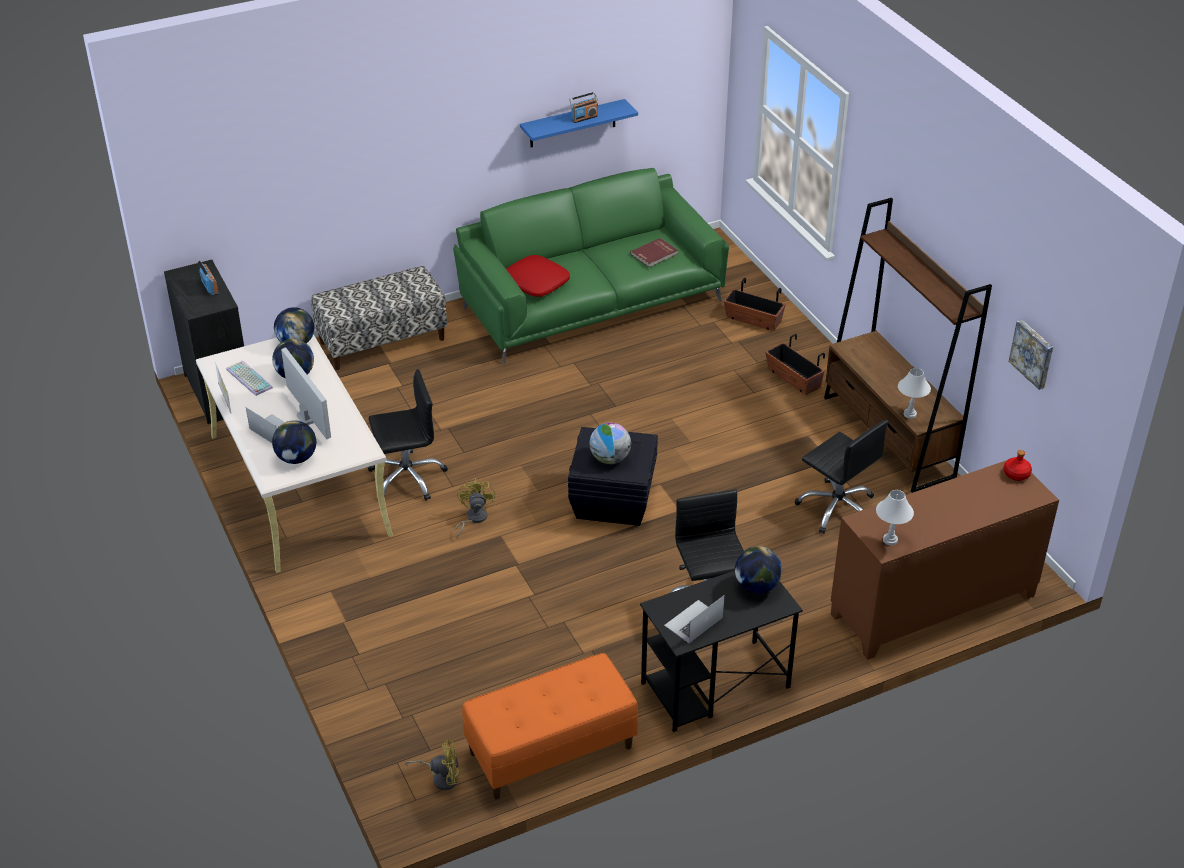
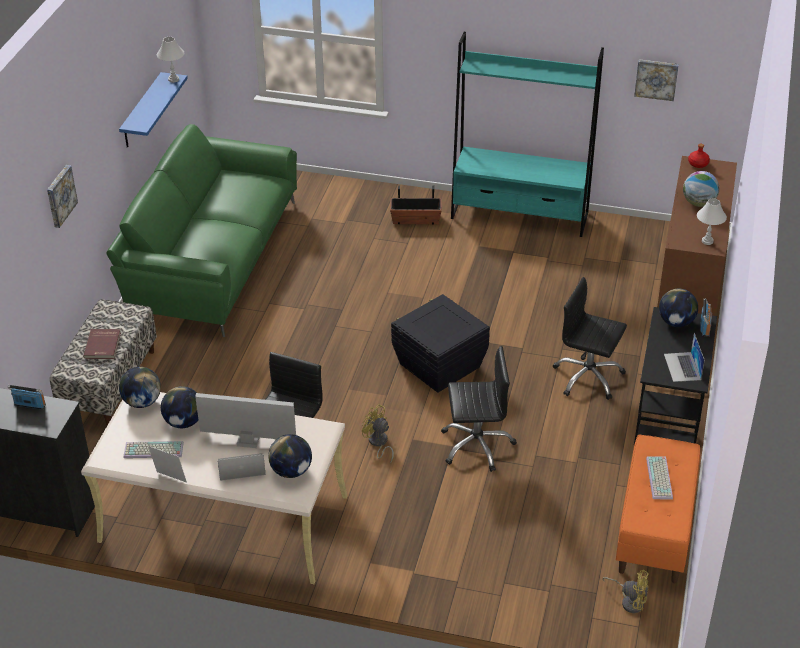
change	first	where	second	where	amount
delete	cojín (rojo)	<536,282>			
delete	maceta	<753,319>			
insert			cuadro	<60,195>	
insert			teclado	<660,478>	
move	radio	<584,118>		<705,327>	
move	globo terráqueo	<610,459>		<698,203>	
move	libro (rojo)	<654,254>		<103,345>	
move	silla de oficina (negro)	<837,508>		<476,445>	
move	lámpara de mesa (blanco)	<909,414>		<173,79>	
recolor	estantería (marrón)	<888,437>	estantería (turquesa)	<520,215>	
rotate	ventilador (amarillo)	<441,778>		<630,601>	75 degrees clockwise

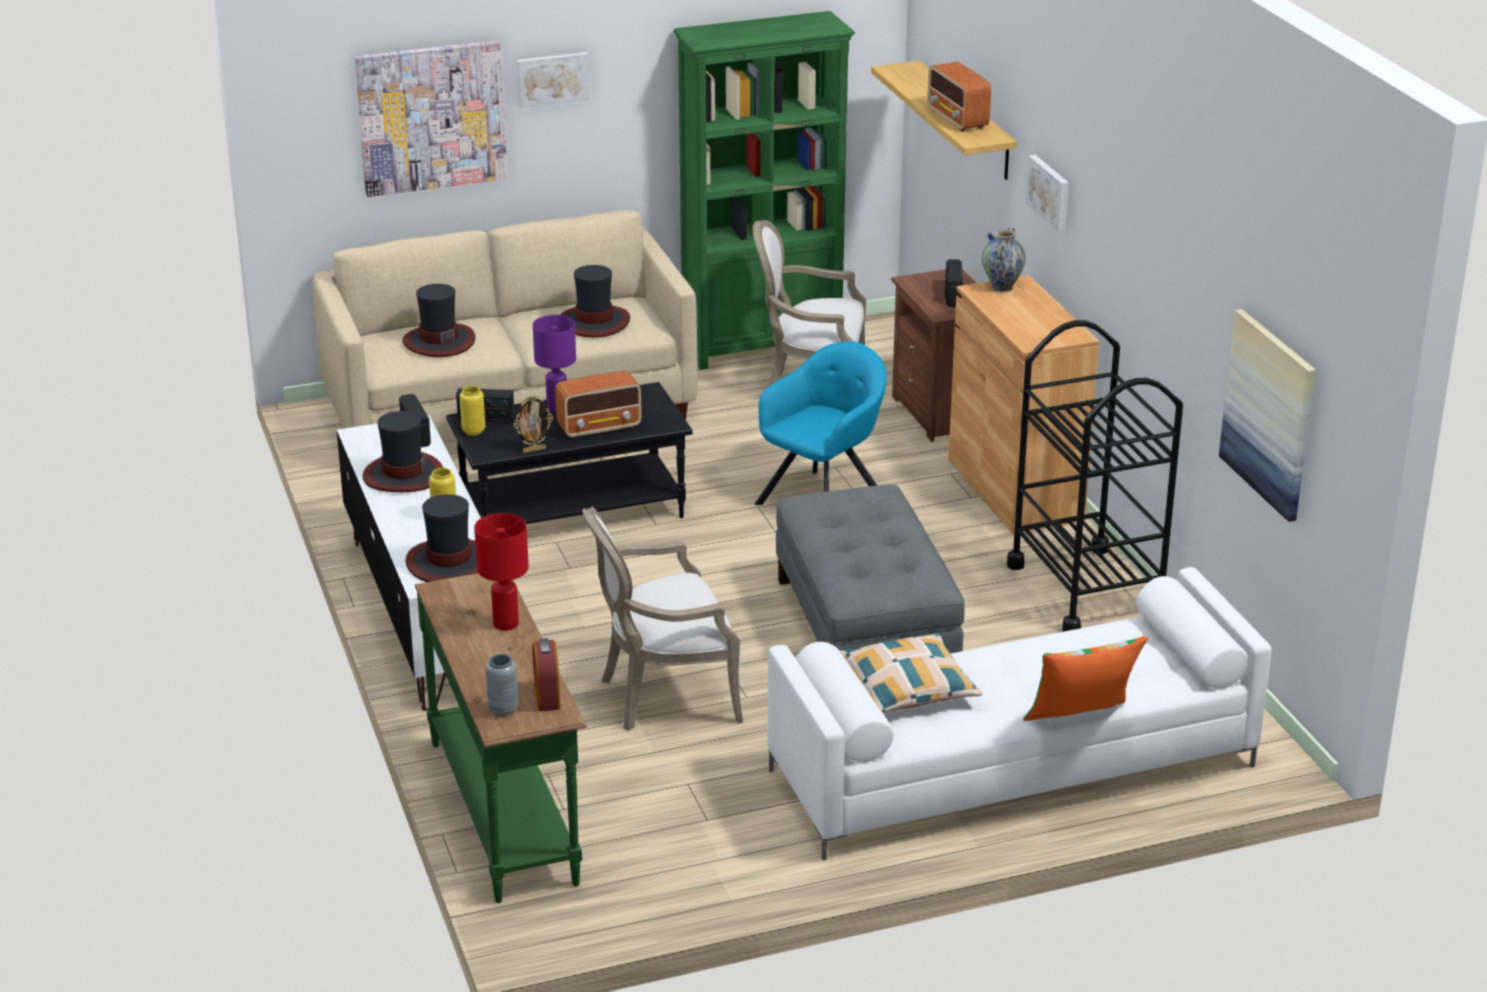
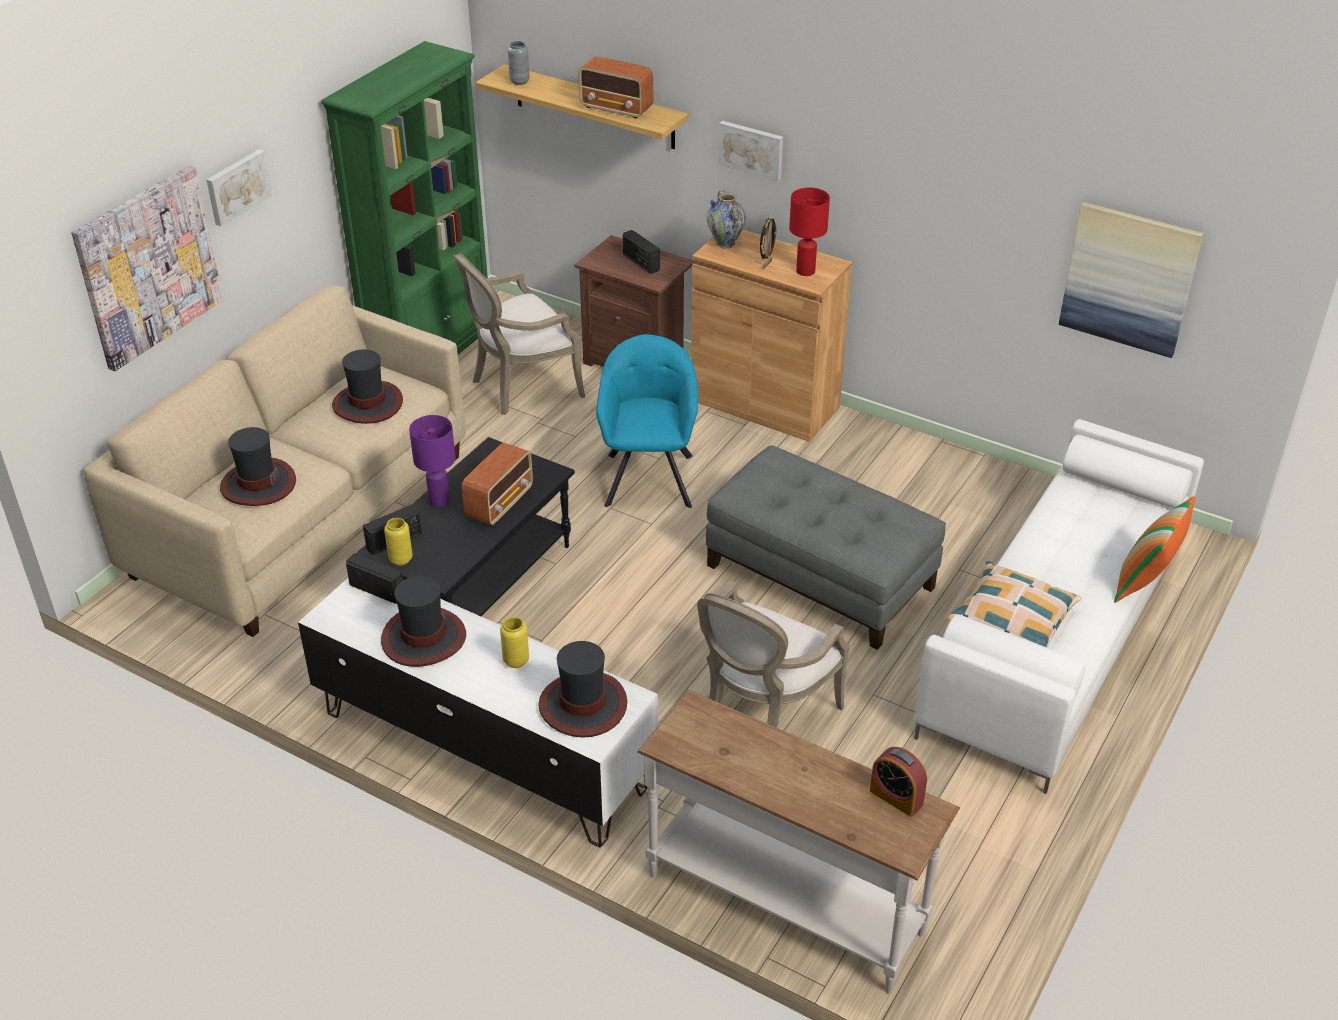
change	first	where	second	where	amount
delete	carrito (negro)	<1086,590>			
move	lámpara de mesa (rojo)	<506,623>		<805,271>	
move	florero (gris)	<503,709>		<519,81>	
move	portarretratos	<534,450>		<766,264>	
recolor	mesa consola (verde)	<506,811>	mesa consola (blanco)	<786,901>	

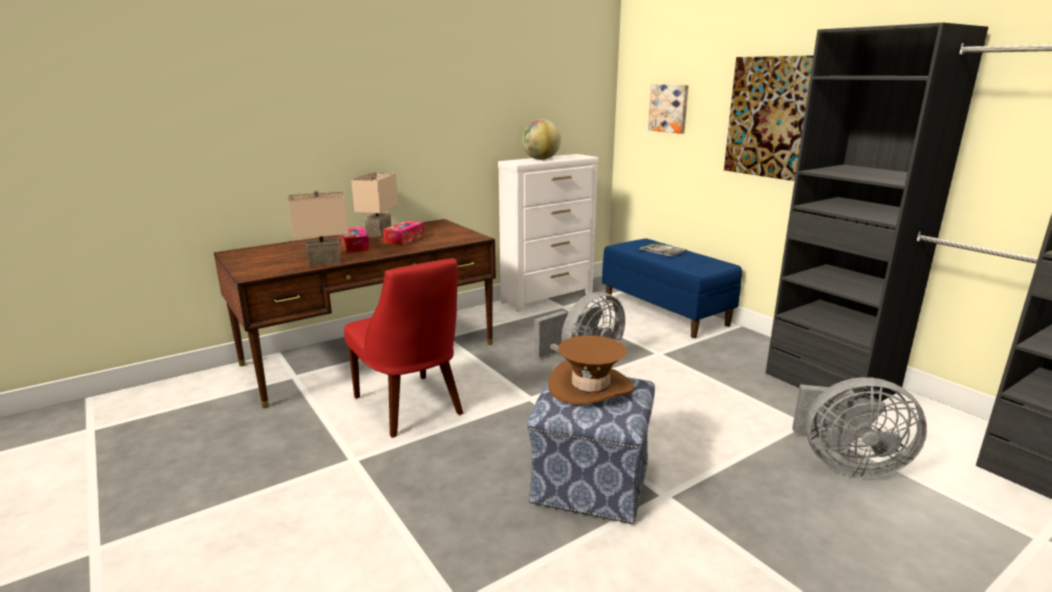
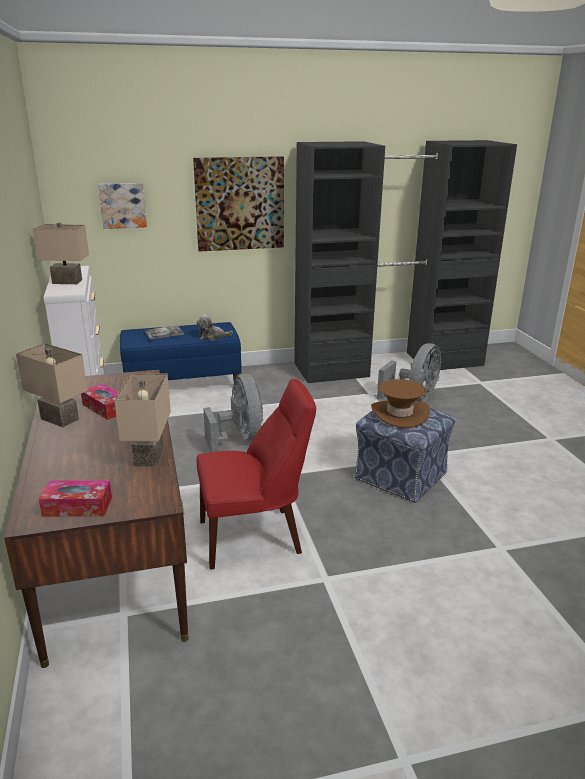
change	first	where	second	where	amount
insert			peluche	<212,337>	
move	caja de pañuelos	<355,246>		<77,506>	
replace	globo terráqueo	<541,159>	lámpara de mesa (beis)	<66,282>	

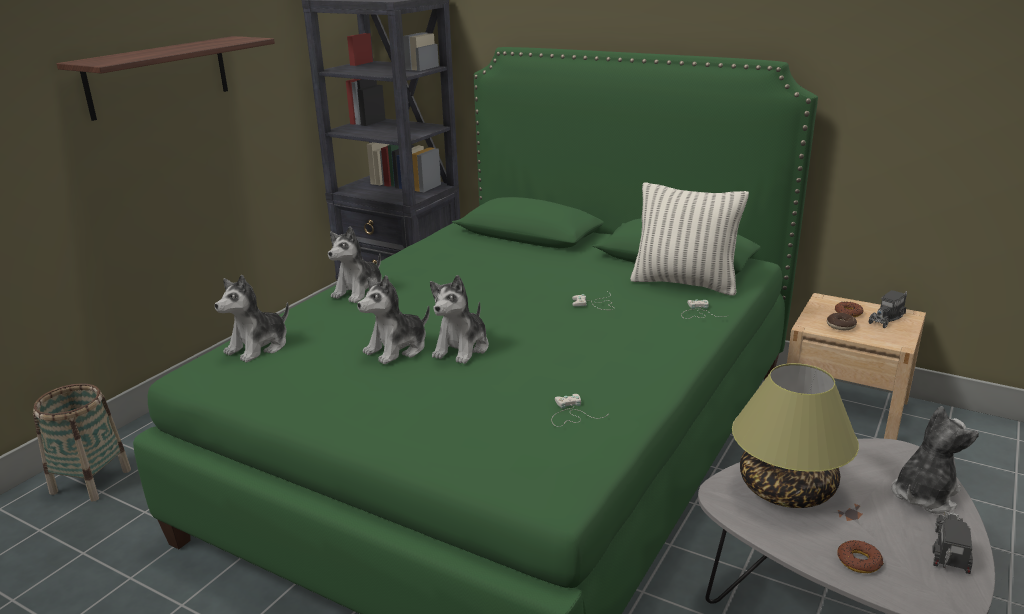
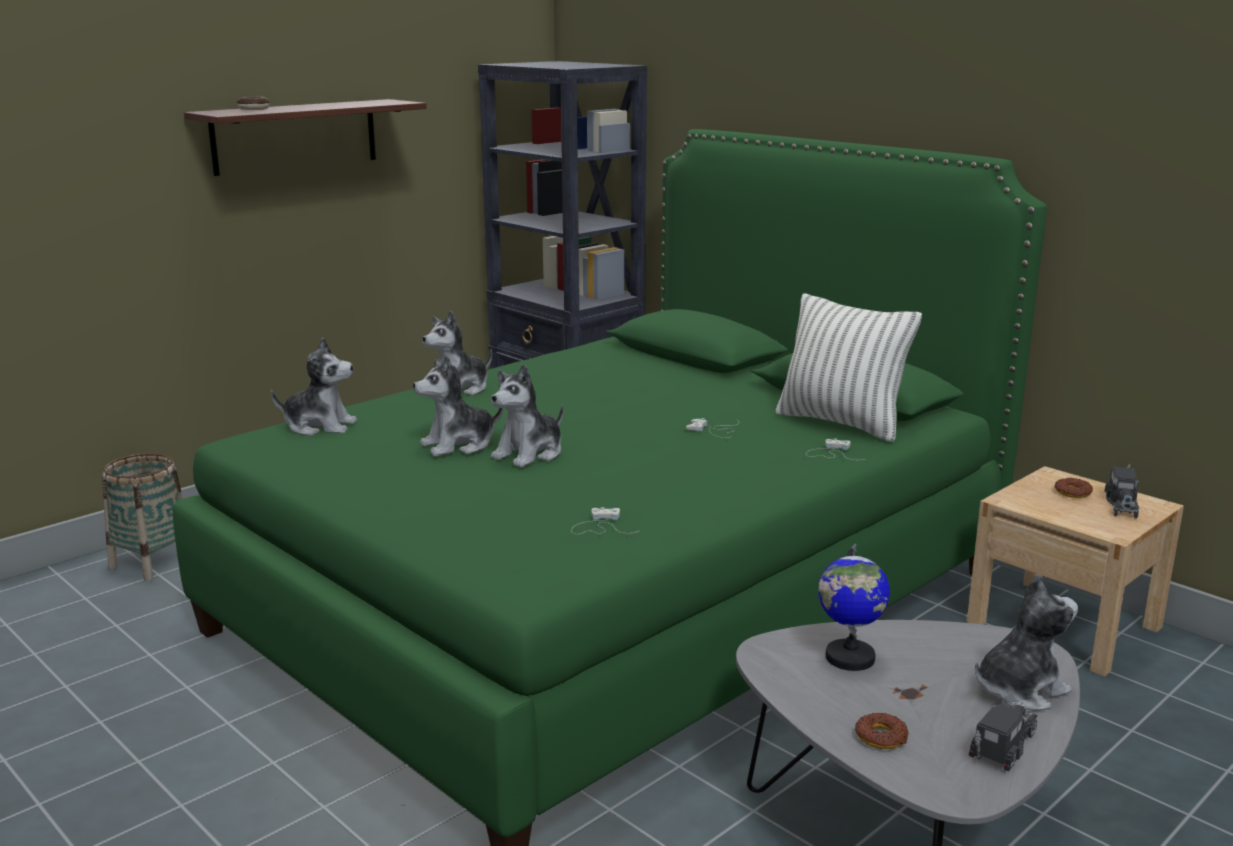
change	first	where	second	where	amount
move	rosquilla	<841,326>		<253,109>	
replace	lámpara de mesa	<787,489>	globo terráqueo	<849,658>	
rotate	peluche	<259,347>		<320,426>	135 degrees counterclockwise
rotate	camión de juguete	<886,318>		<1121,504>	45 degrees counterclockwise

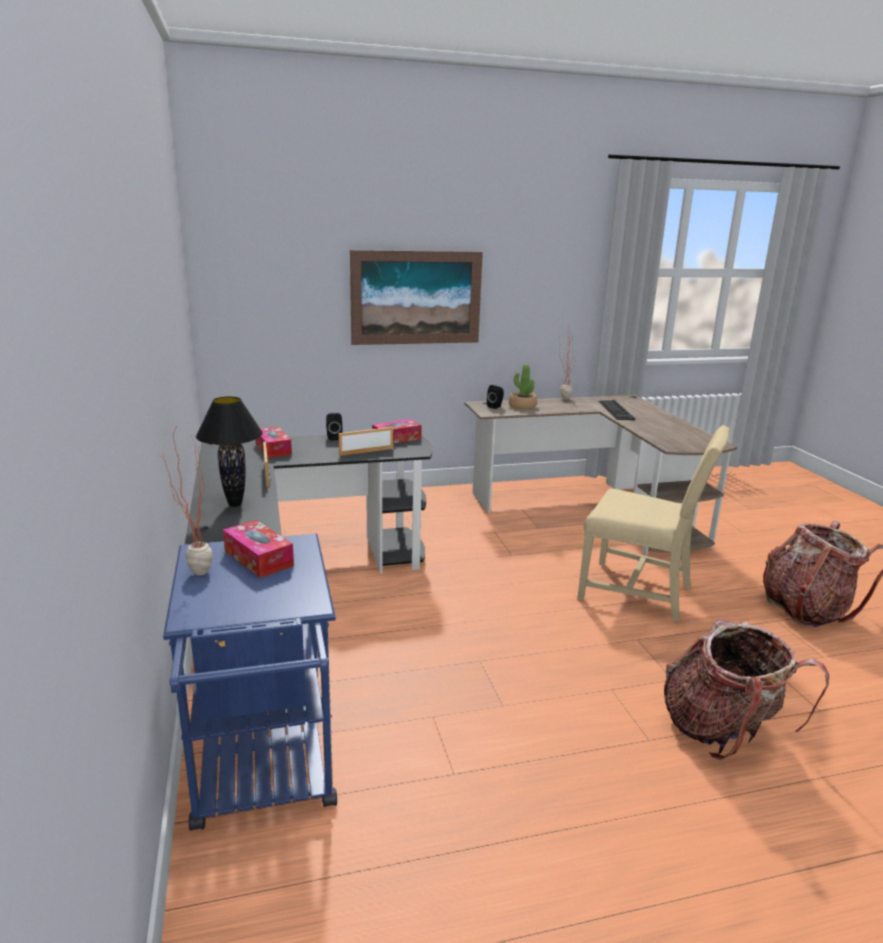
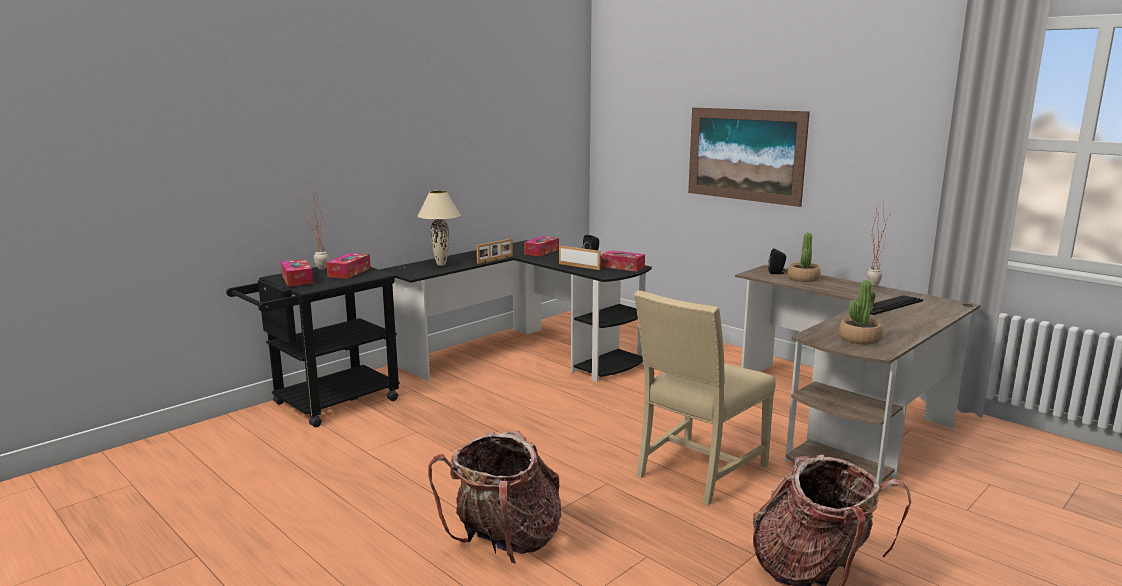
change	first	where	second	where	amount
insert			caja de pañuelos	<297,279>	
insert			planta en maceta	<859,339>	
recolor	carrito (azul)	<264,774>	carrito (negro)	<326,404>	
recolor	lámpara de mesa (negro)	<236,504>	lámpara de mesa (beis)	<441,264>	
rotate	silla (beis)	<639,592>		<697,471>	45 degrees clockwise

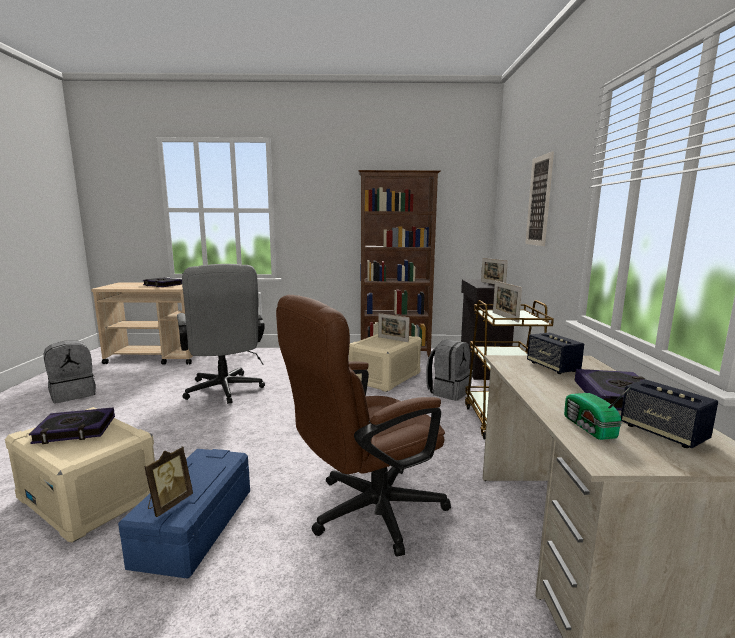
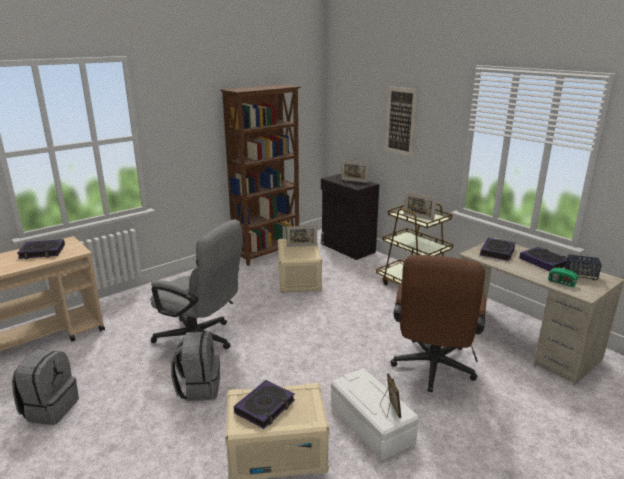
change	first	where	second	where	amount
move	mochila (gris)	<448,392>		<199,387>	
replace	altavoz	<552,367>	libro	<497,252>	
recolor	caja de almacenaje (azul)	<194,526>	caja de almacenaje (blanco)	<370,424>	

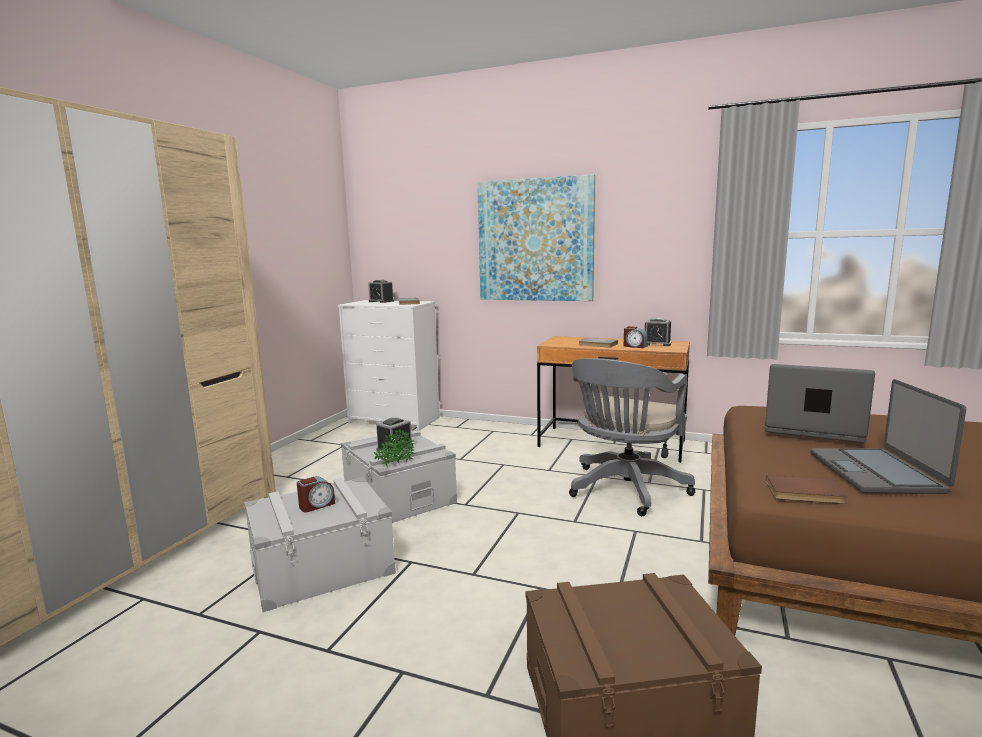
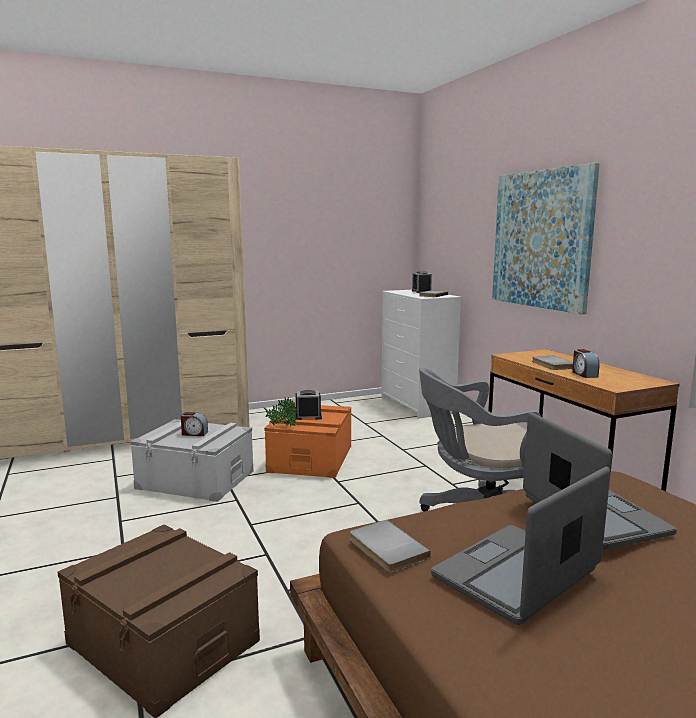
change	first	where	second	where	amount
delete	despertador	<657,344>			
recolor	caja de almacenaje (gris)	<399,496>	caja de almacenaje (naranja)	<311,458>	
recolor	libro (marrón)	<805,493>	libro (gris)	<385,549>	

